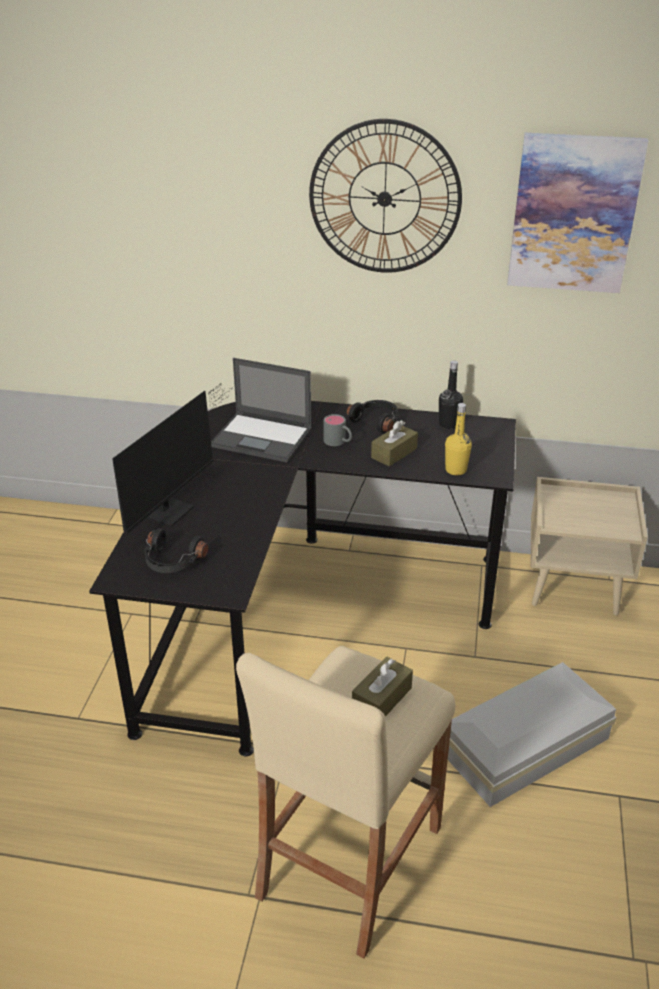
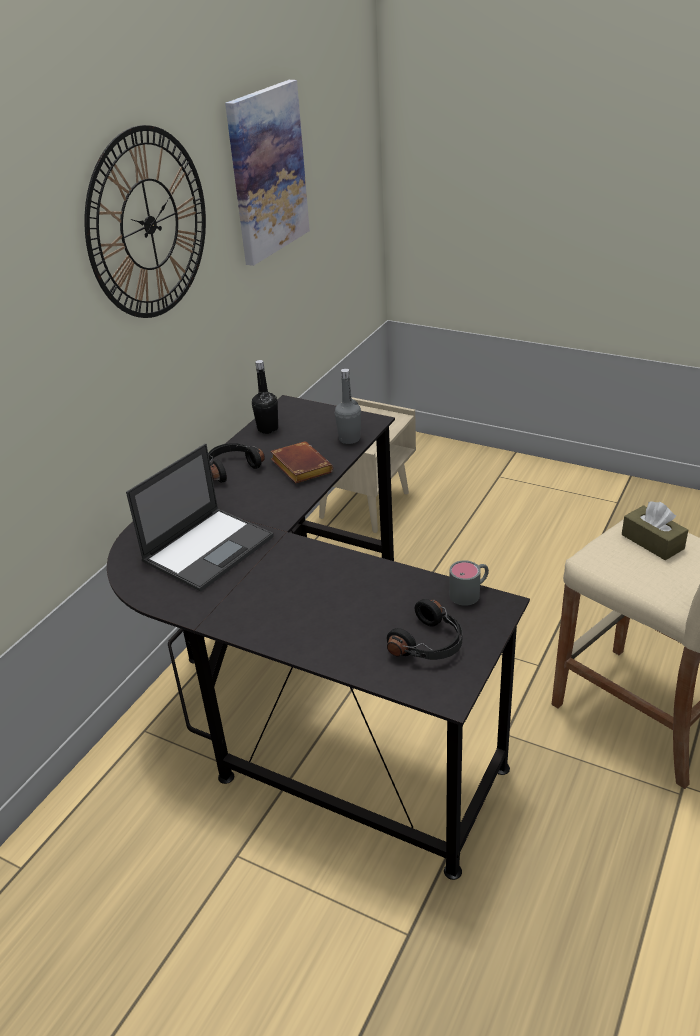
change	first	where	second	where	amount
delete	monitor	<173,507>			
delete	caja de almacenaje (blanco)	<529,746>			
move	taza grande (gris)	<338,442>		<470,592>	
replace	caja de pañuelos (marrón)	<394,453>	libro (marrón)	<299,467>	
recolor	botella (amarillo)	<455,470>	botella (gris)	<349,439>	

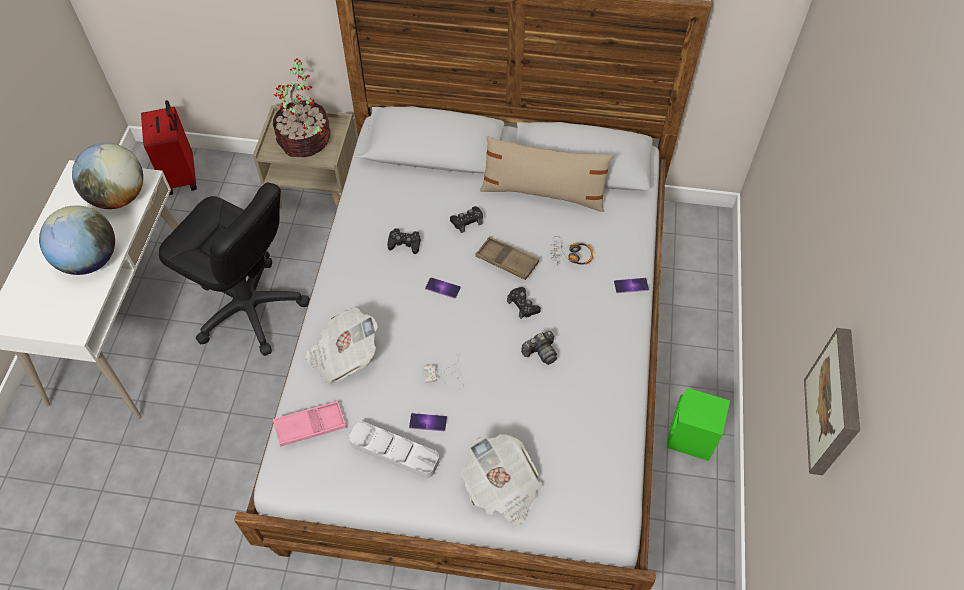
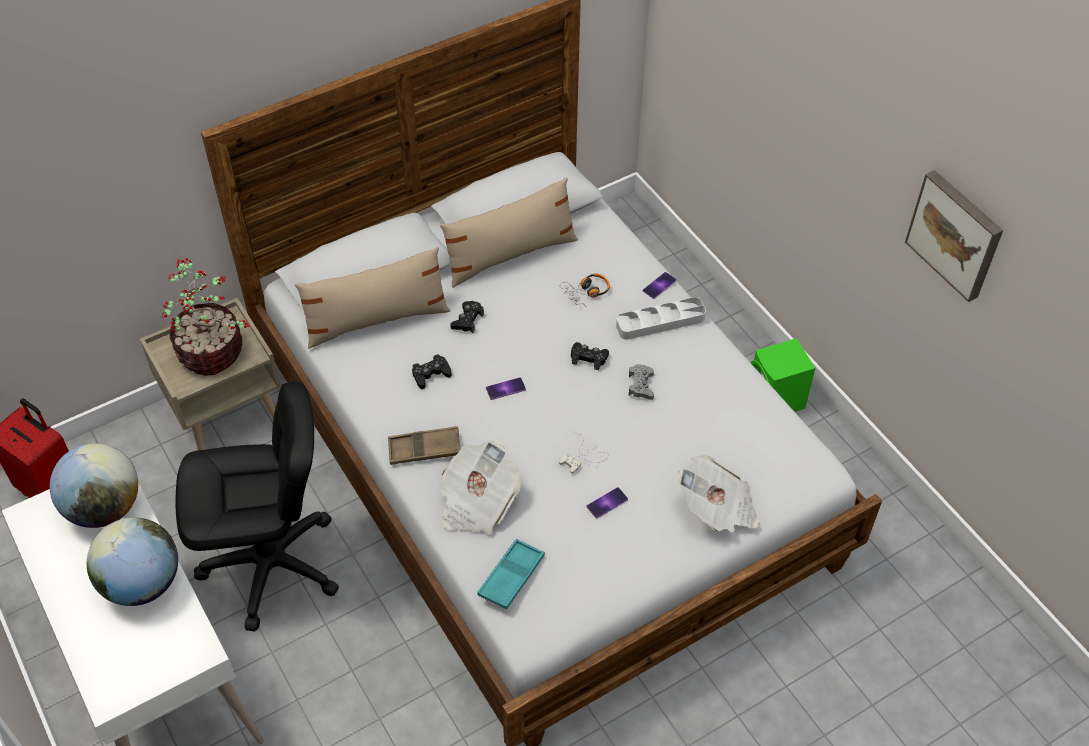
change	first	where	second	where	amount
insert			cojín (beis)	<376,320>	
move	bandeja (gris)	<394,451>		<660,322>	
move	bandeja (marrón)	<507,261>		<424,449>	
replace	cámara	<540,352>	mando de consola (gris)	<641,385>	
recolor	bandeja (rosa)	<310,426>	bandeja (turquesa)	<511,577>	

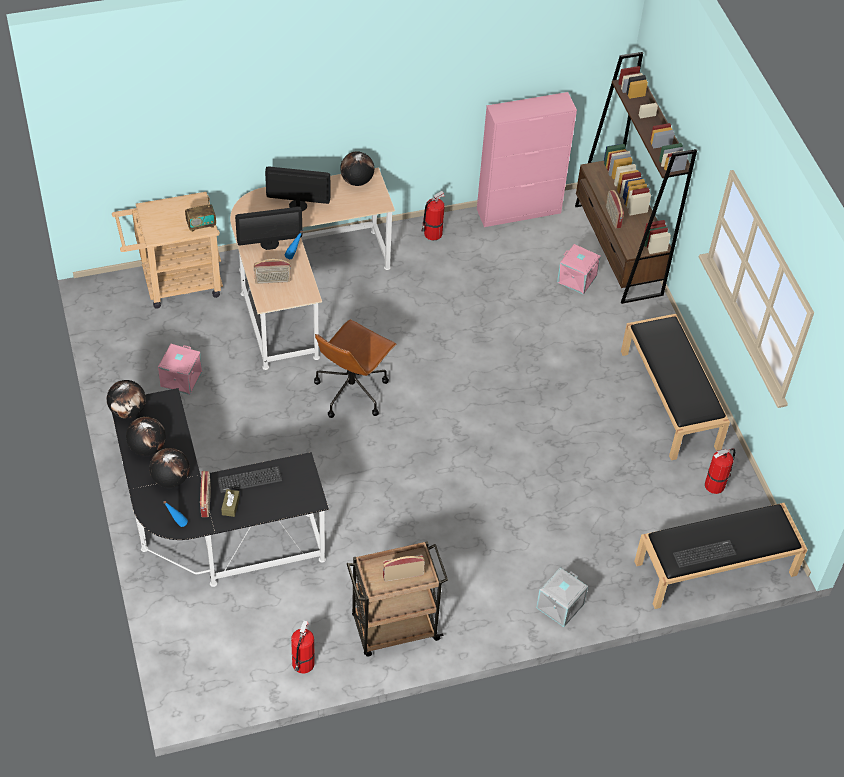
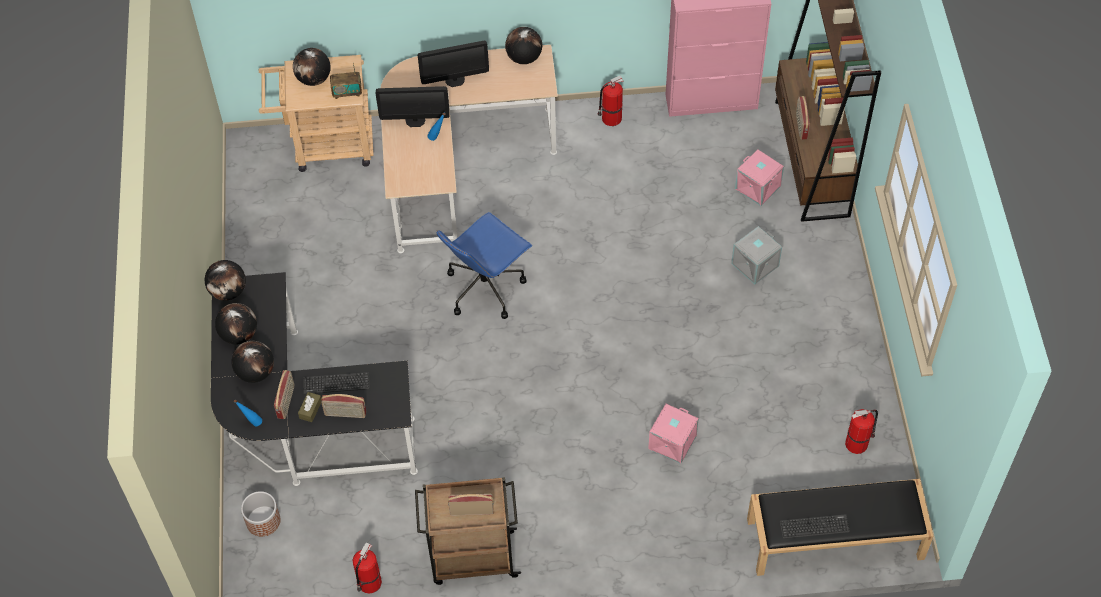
change	first	where	second	where	amount
delete	banco (negro)	<670,400>			
insert			maceta	<263,521>	
insert			globo terráqueo	<314,79>	
move	caja de almacenaje (rosa)	<180,378>		<671,441>	
move	radio	<272,280>		<345,414>	
move	caja de almacenaje (gris)	<560,606>		<755,265>	
recolor	silla de oficina (marrón)	<352,390>	silla de oficina (azul)	<485,287>	
rotate	monitor	<298,205>		<455,80>	150 degrees clockwise

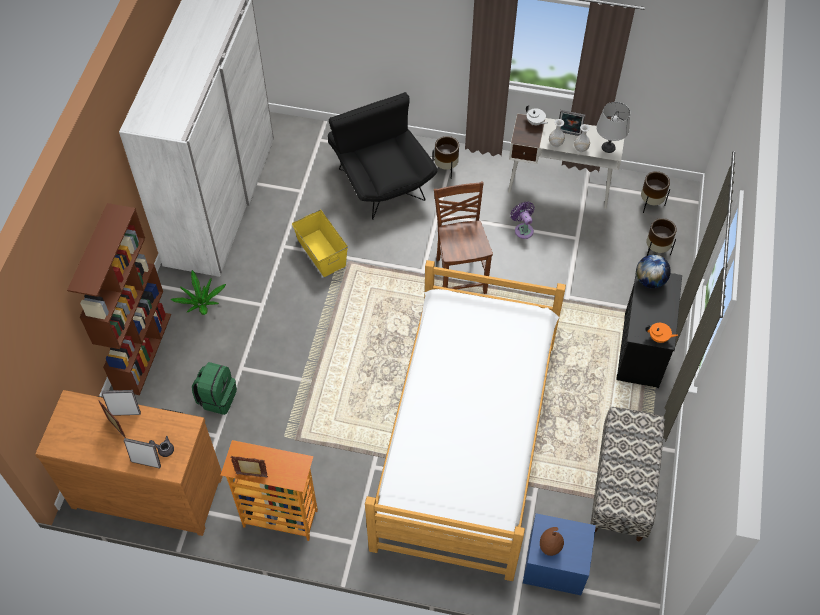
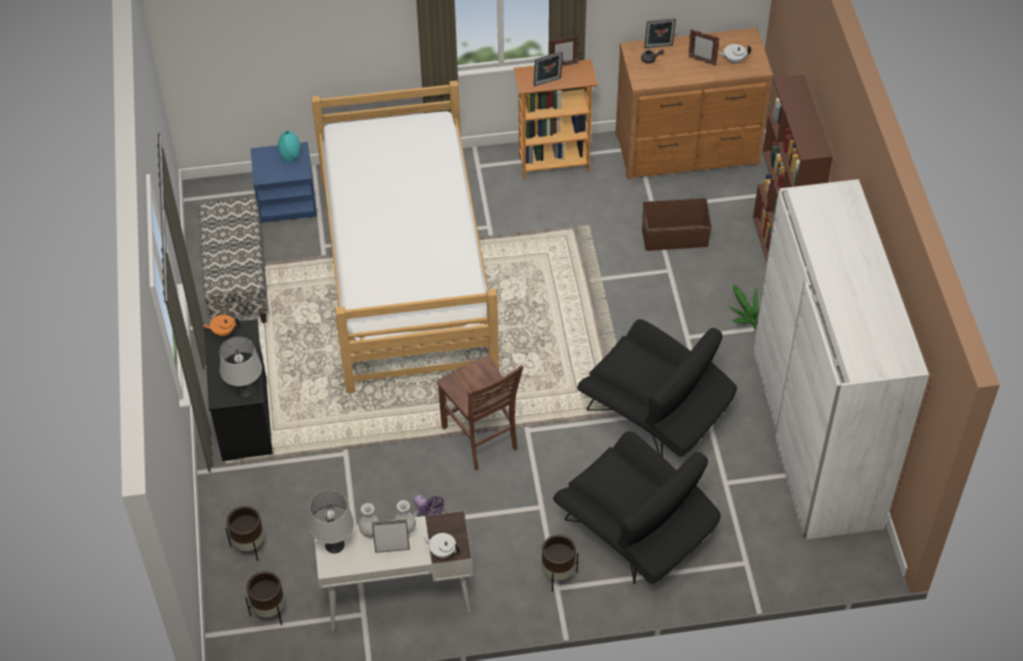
change	first	where	second	where	amount
insert			tetera (blanco)	<733,60>	
move	portarretratos	<125,412>		<548,82>	
replace	mochila (verde)	<217,397>	caja de almacenaje (marrón)	<675,238>	
replace	caja de almacenaje (amarillo)	<321,252>	sillón (negro)	<656,414>	
replace	globo terráqueo	<650,281>	lámpara de mesa (gris)	<245,390>	
recolor	florero (marrón)	<549,547>	florero (turquesa)	<291,157>	

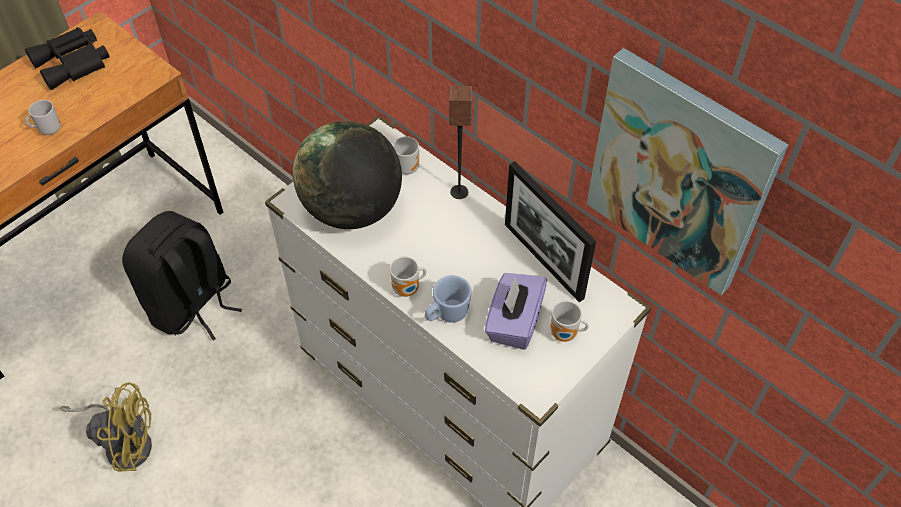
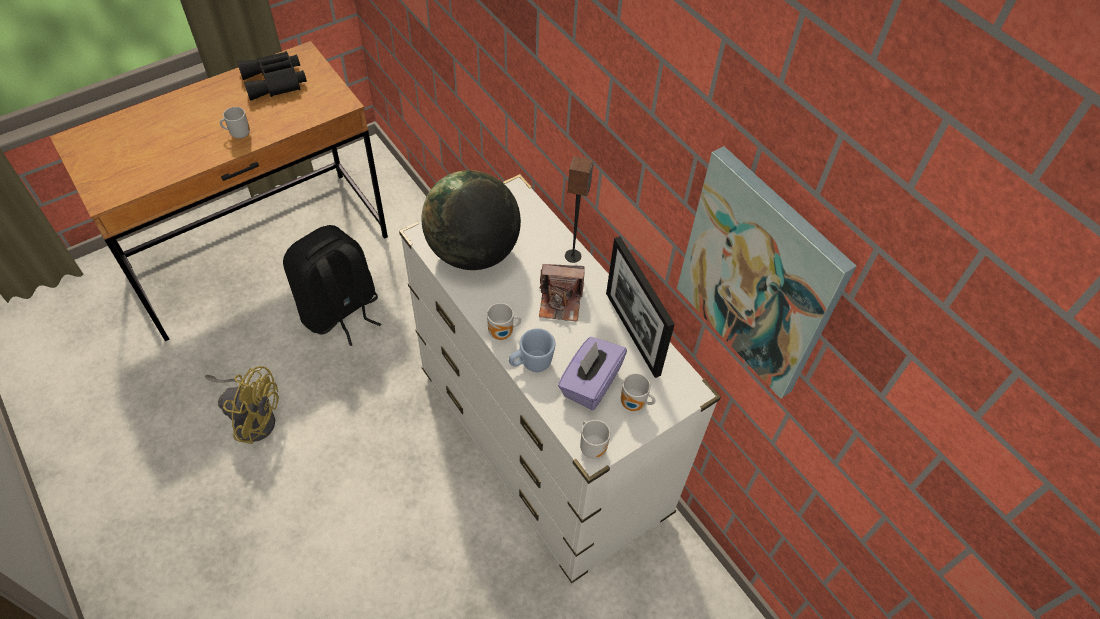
change	first	where	second	where	amount
insert			cámara	<560,302>	
move	taza grande	<406,167>		<593,447>	

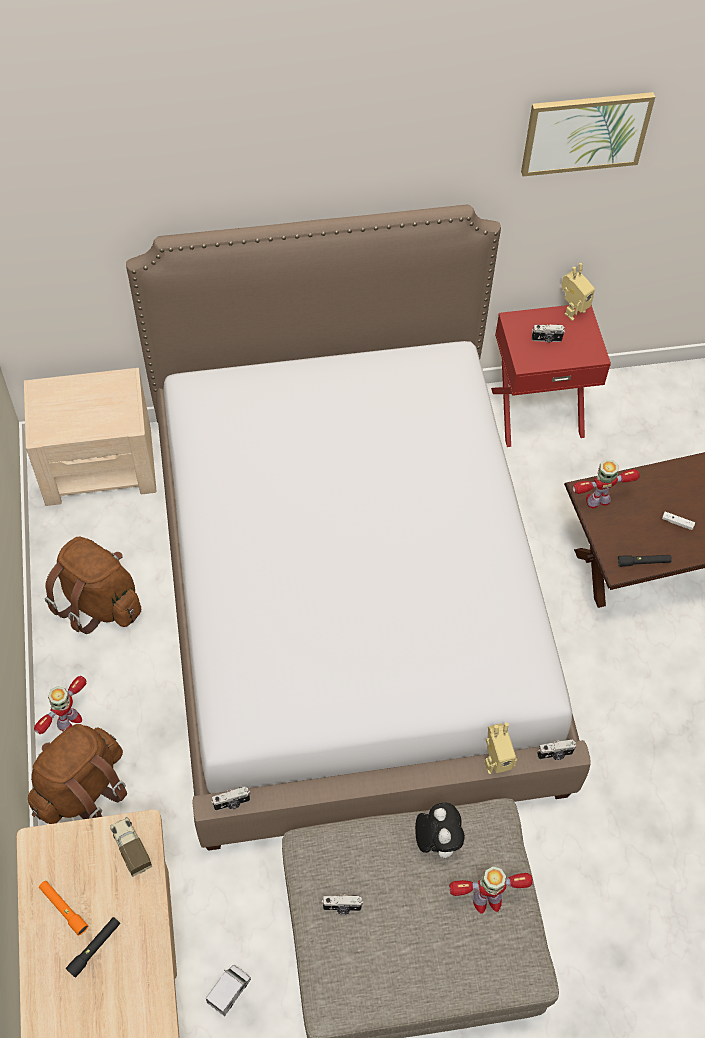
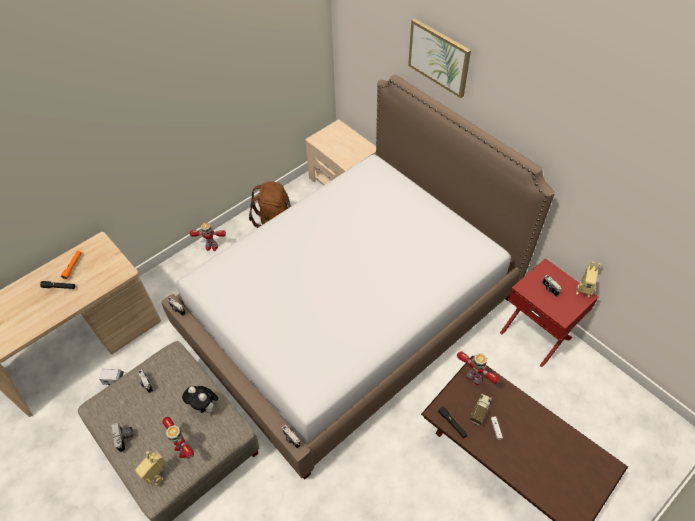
change	first	where	second	where	amount
delete	mochila (marrón)	<82,789>			
insert			cámara	<125,438>	
move	camión de juguete	<131,848>		<480,411>	
move	robot de juguete	<495,761>		<157,475>	
move	cuadro	<585,132>		<439,57>	
rotate	peluche	<436,841>		<205,407>	75 degrees clockwise

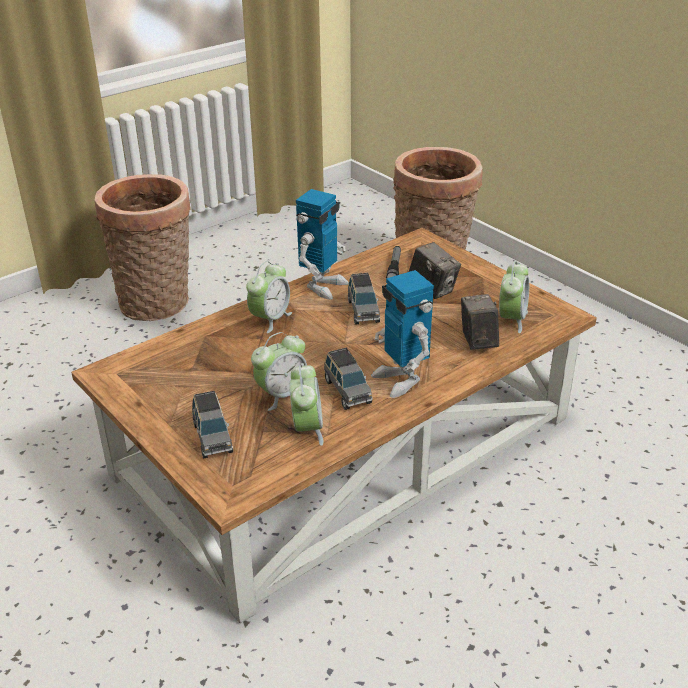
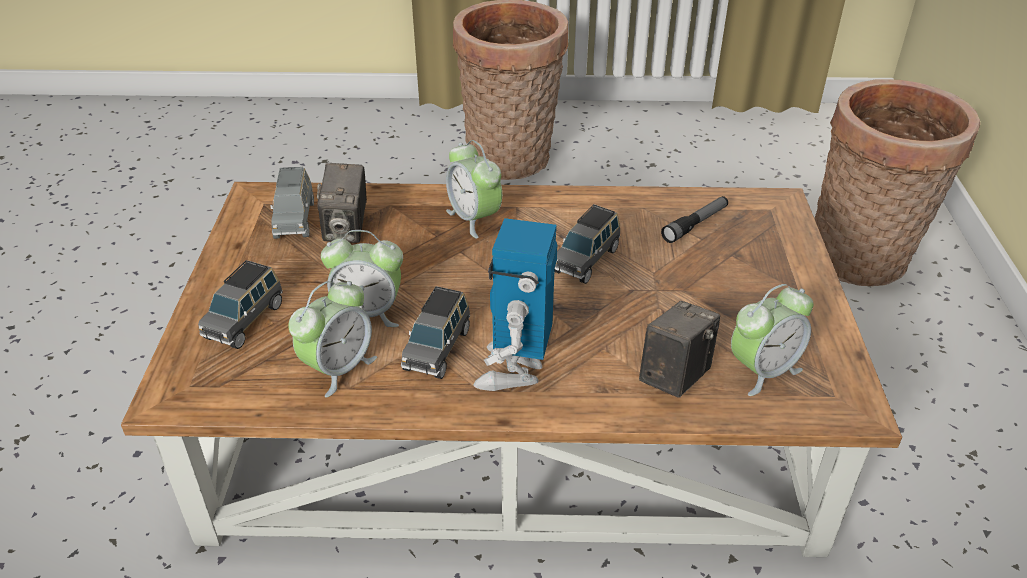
change	first	where	second	where	amount
delete	robot de juguete	<322,286>			
insert			coche de juguete (gris)	<294,219>	
move	cámara	<432,289>		<347,229>	
rotate	despertador	<270,319>		<474,219>	75 degrees clockwise

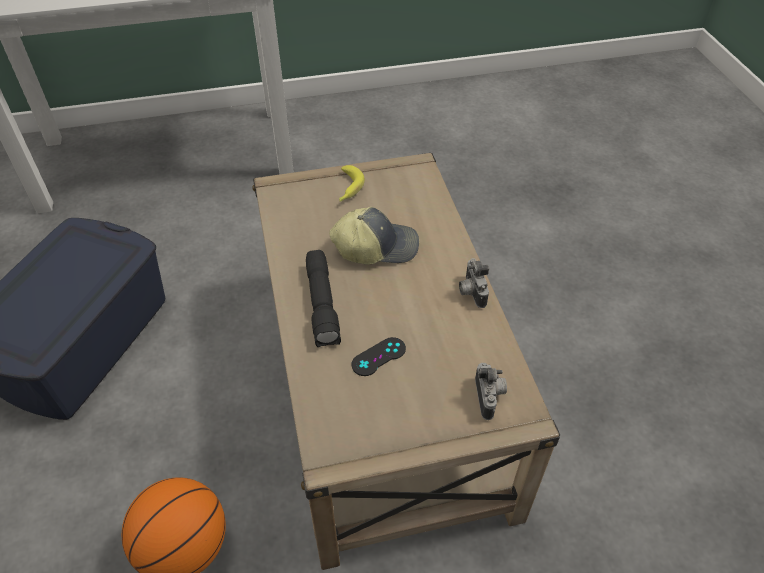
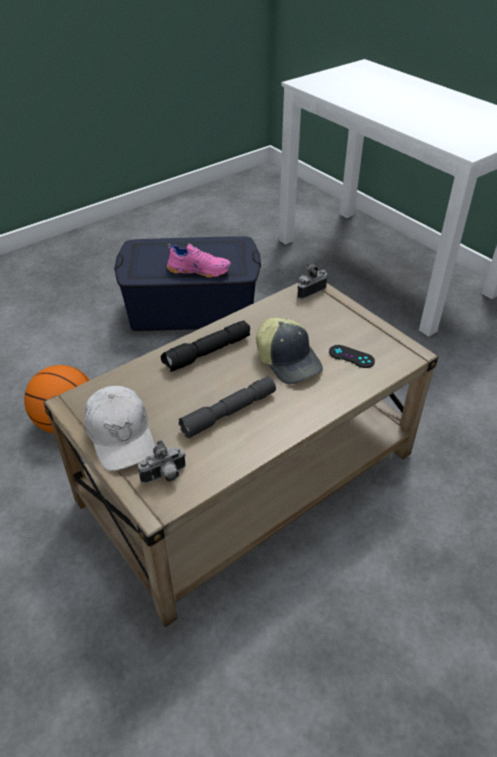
change	first	where	second	where	amount
delete	plátano	<347,189>			
insert			gorra (blanco)	<121,435>	
insert			zapato (rosa)	<199,270>	
insert			linterna (gris)	<229,412>	
move	mando de consola (negro)	<378,357>		<351,356>	
move	cámara	<471,292>		<309,291>	

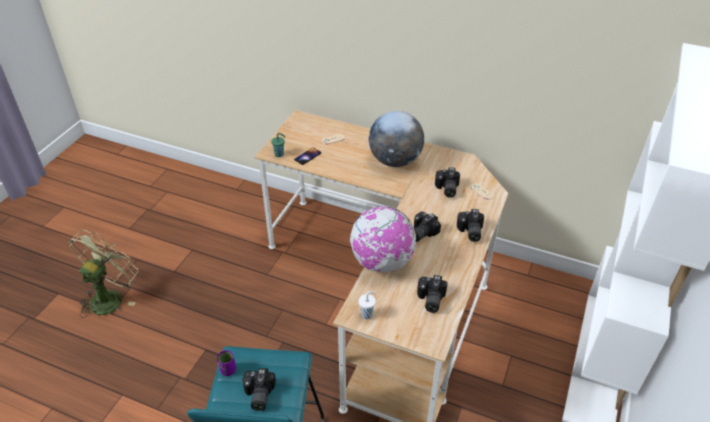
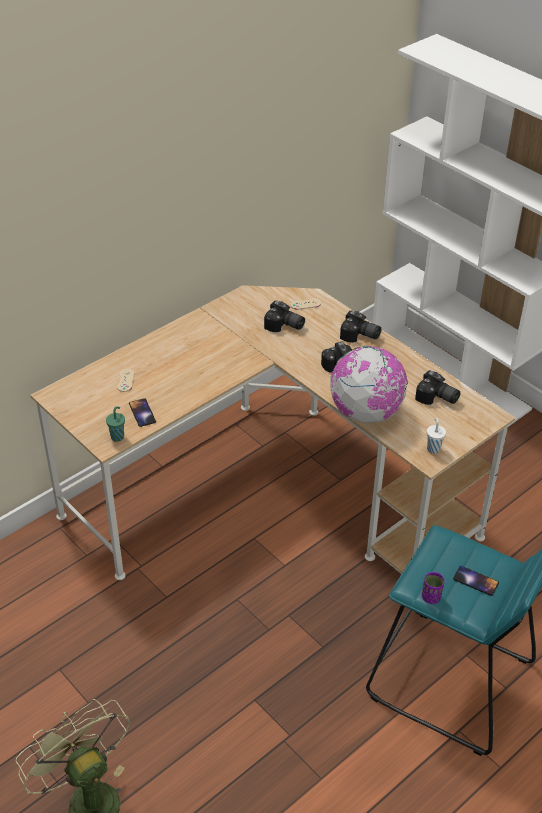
change	first	where	second	where	amount
delete	globo terráqueo	<395,161>			
replace	cámara	<257,395>	móvil	<475,581>	

